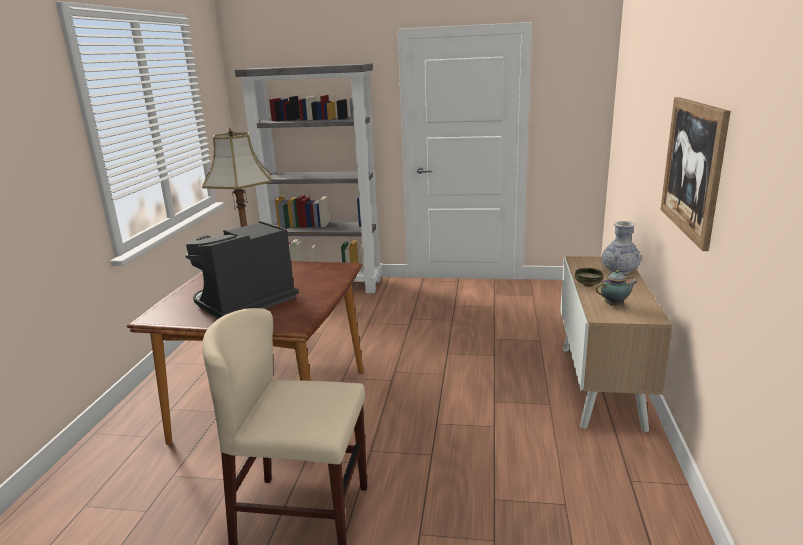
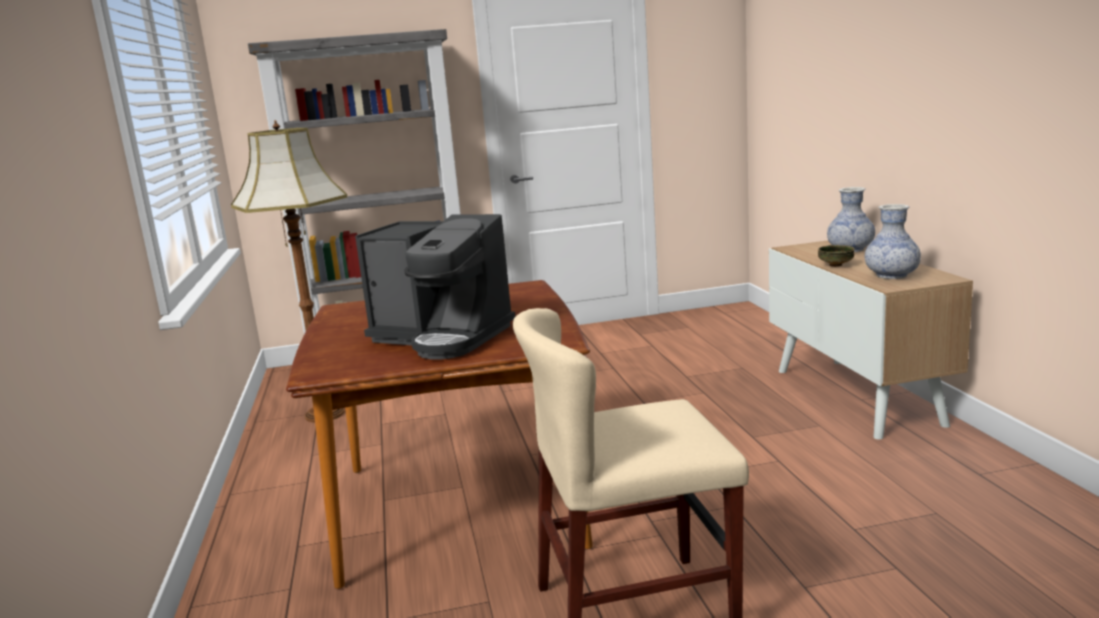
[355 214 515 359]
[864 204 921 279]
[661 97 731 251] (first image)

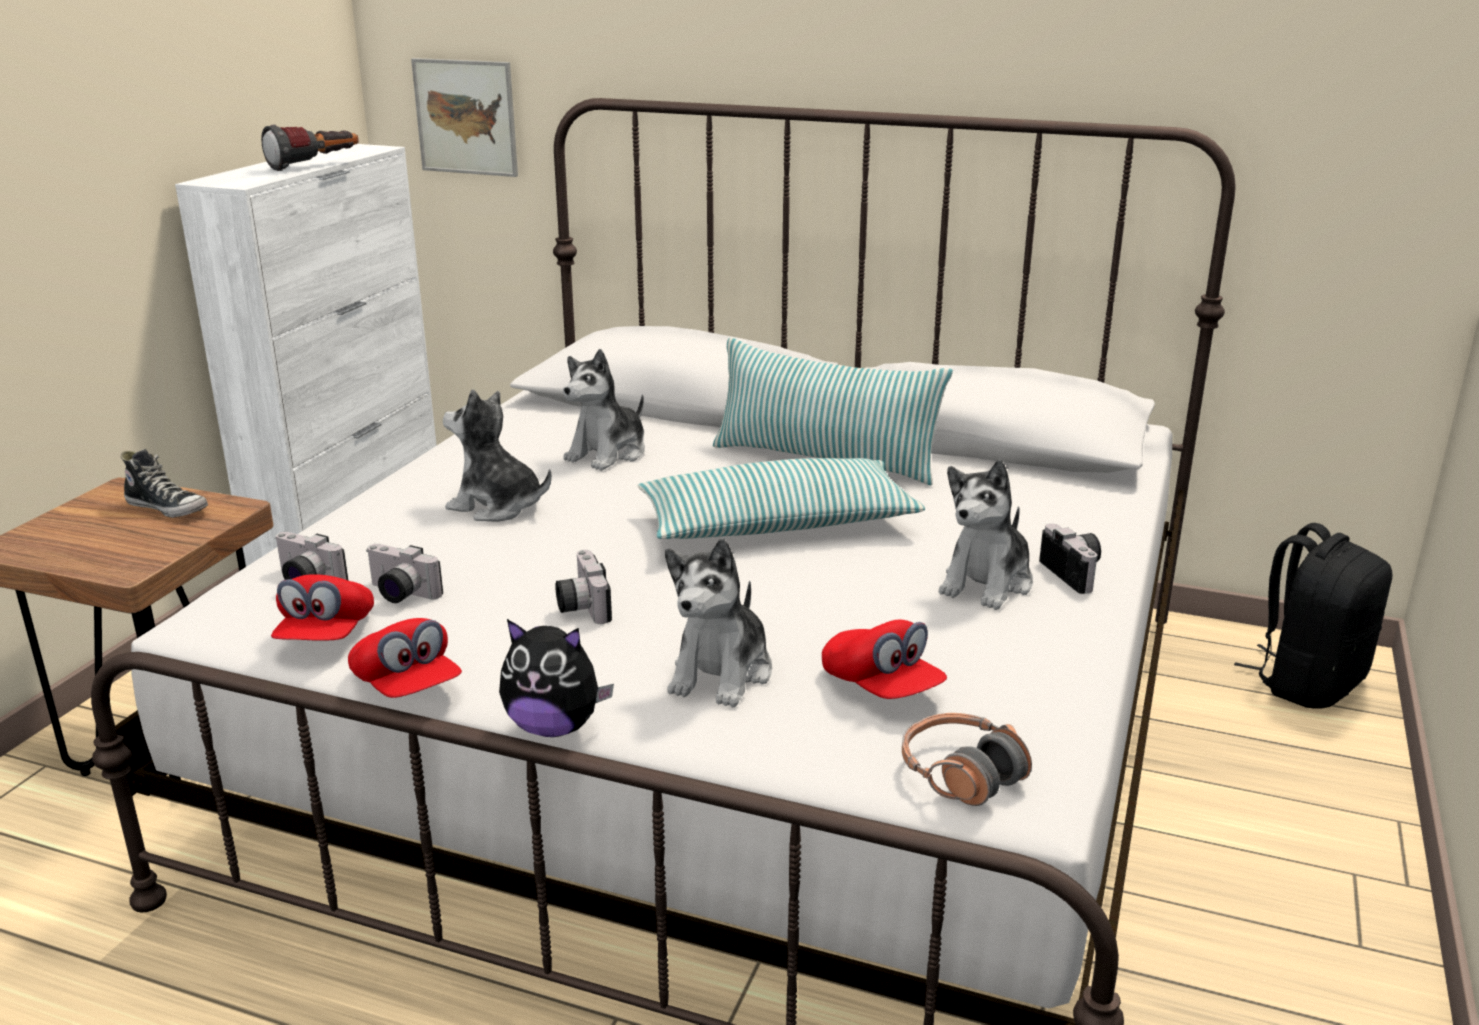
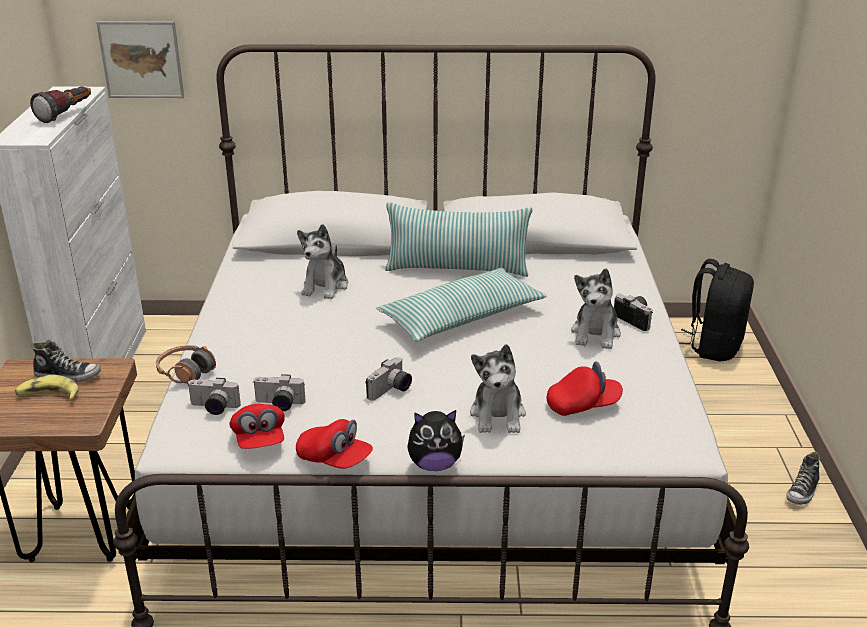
[443 389 552 521] (first image)
[365 357 412 401]
[547 361 623 416]
[156 345 216 384]
[15 375 79 400]
[786 452 820 505]

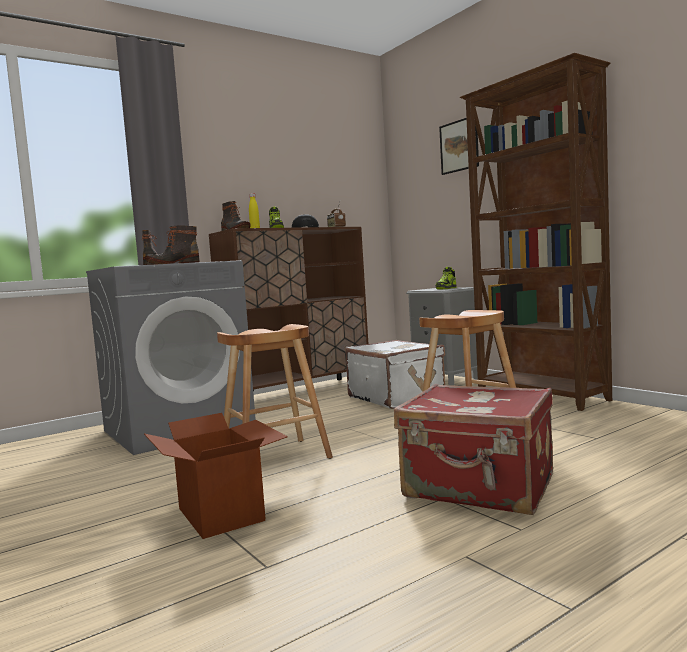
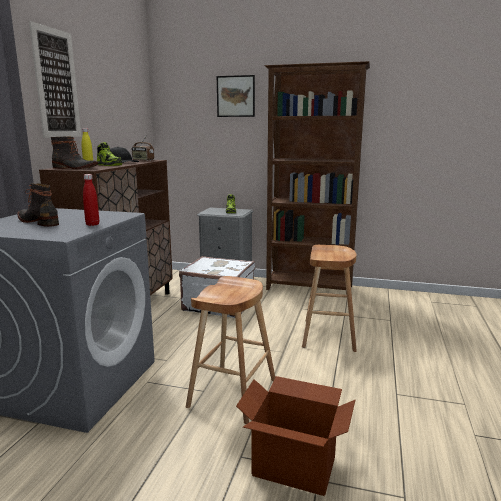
[83 174 99 226]
[394 384 553 515] (first image)
[29 21 81 138]

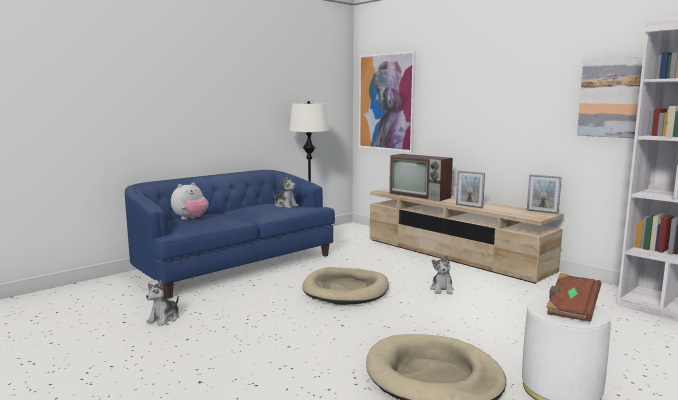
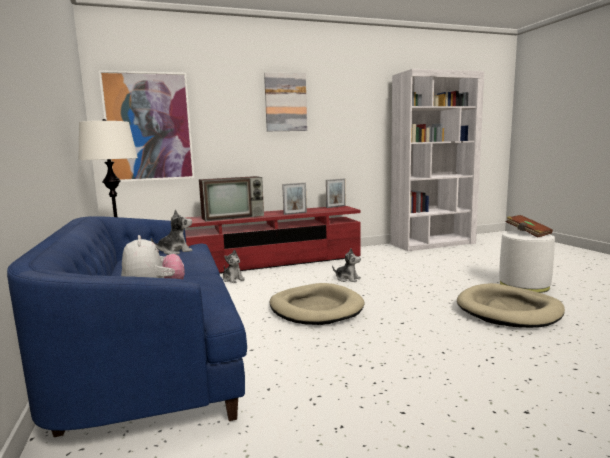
[223 249 245 283]
[185 206 361 274]
[264 72 307 131]

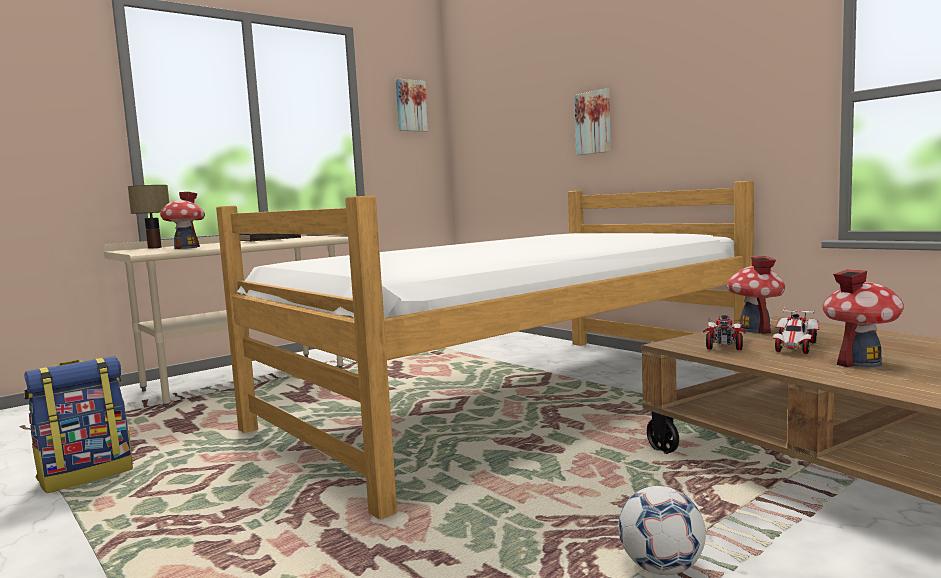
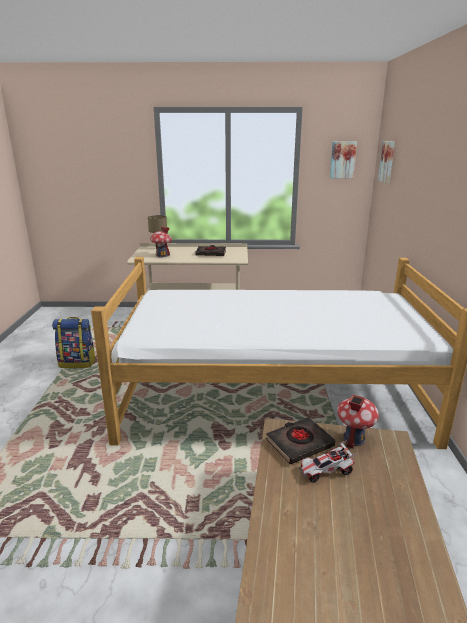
[378 141 395 183]
[618 486 706 575] (first image)
[266 417 335 464]
[823 269 904 367] (first image)

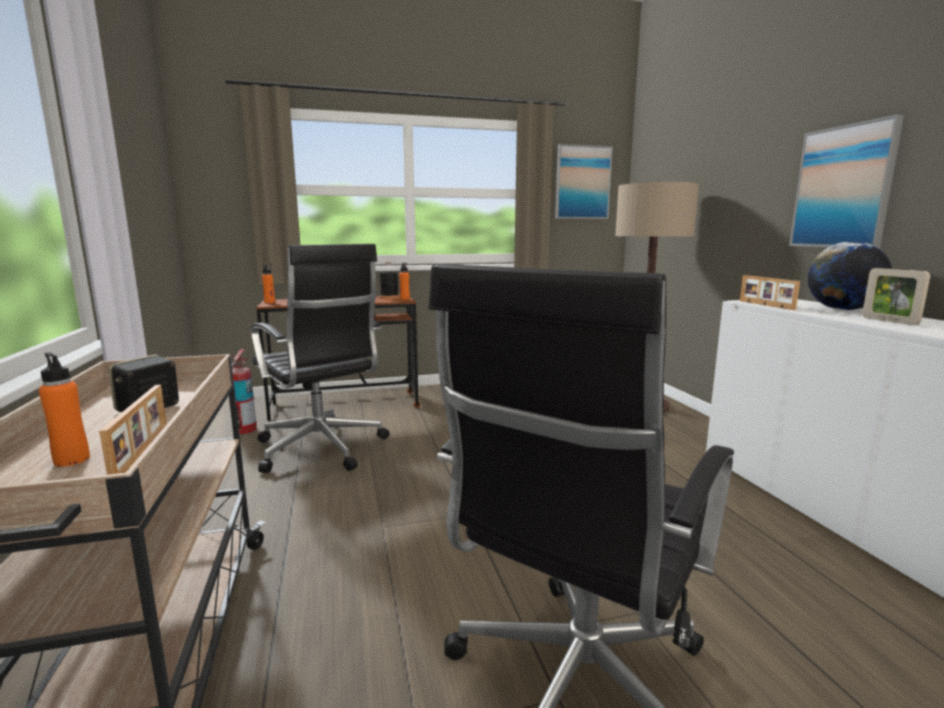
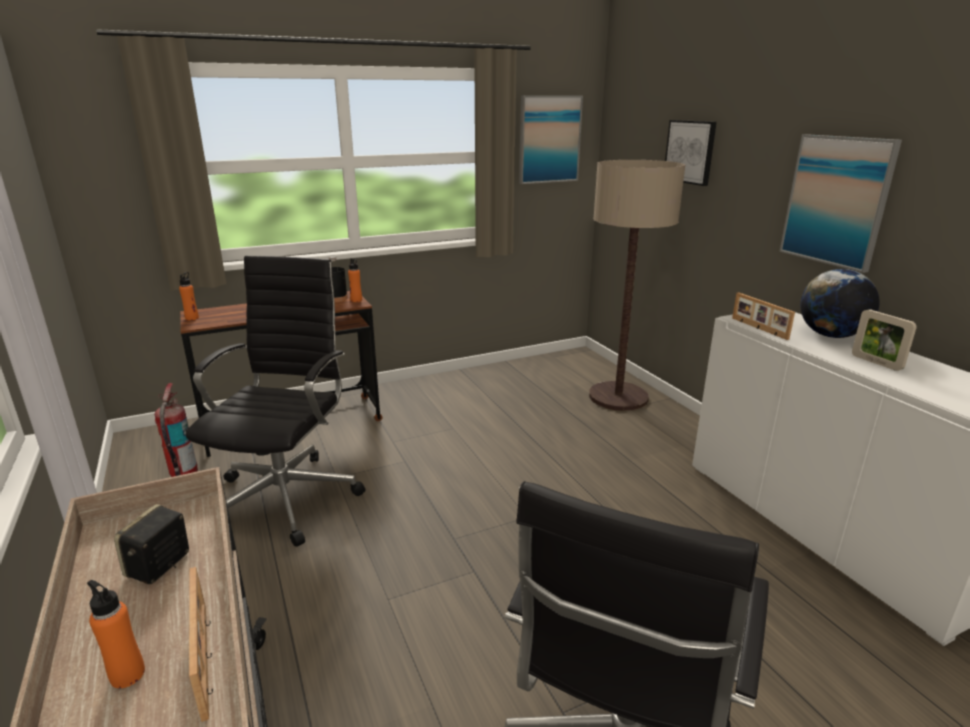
[186 256 365 546]
[665 120 717 186]

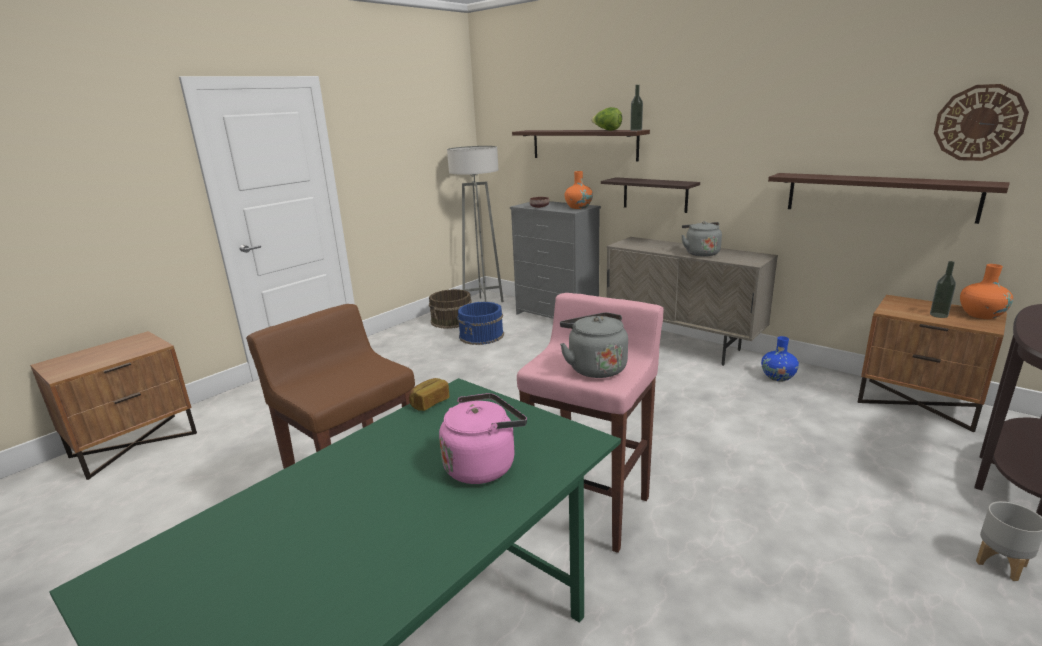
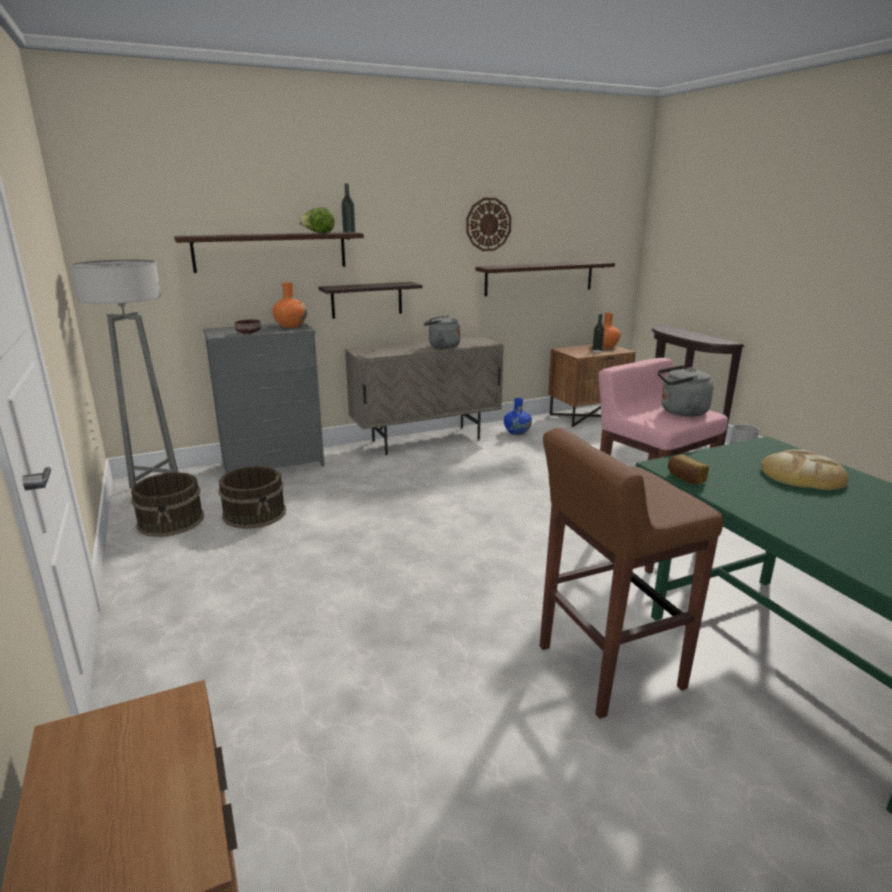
[761 449 848 490]
[218 466 286 529]
[466 198 511 251]

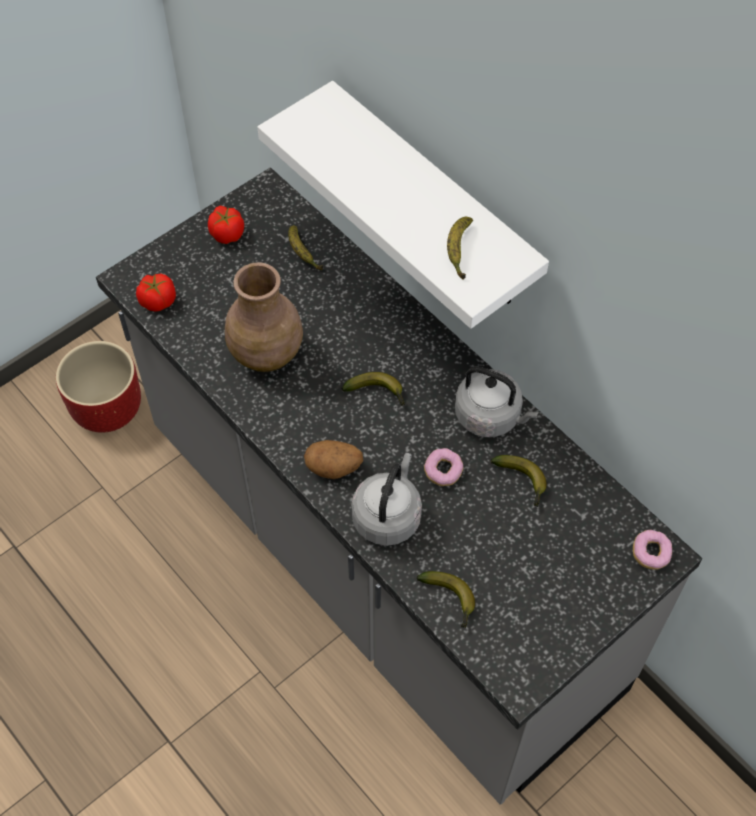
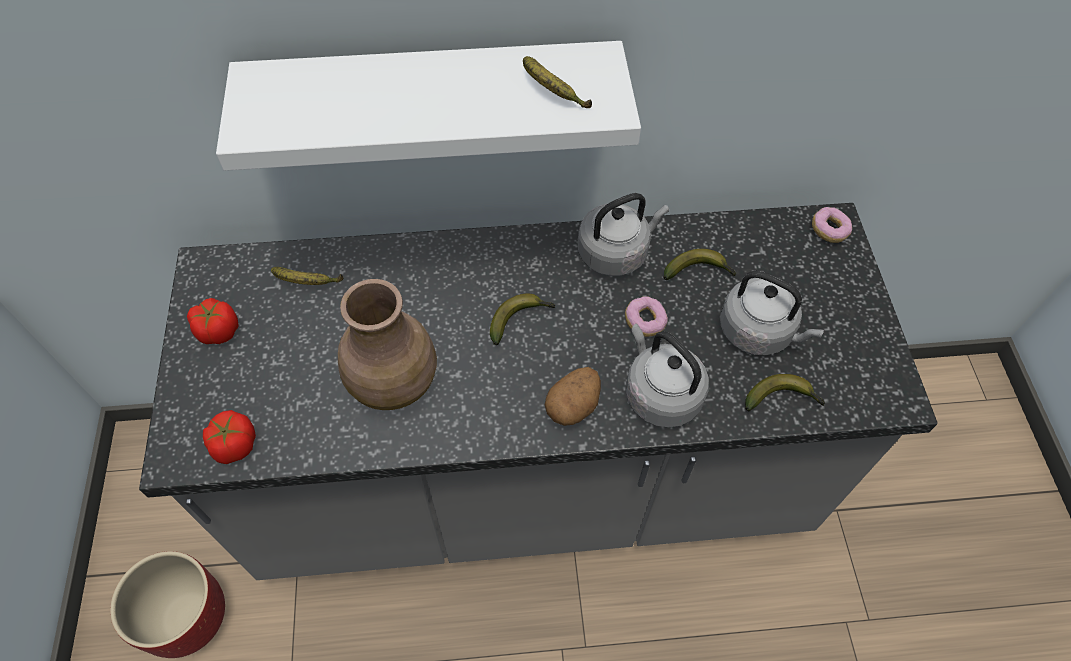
[720 271 824 355]

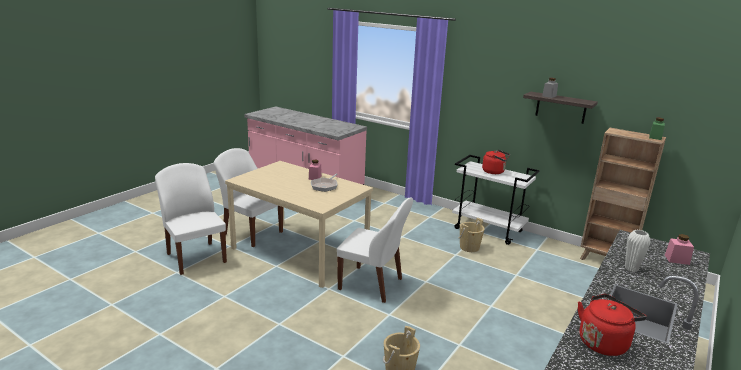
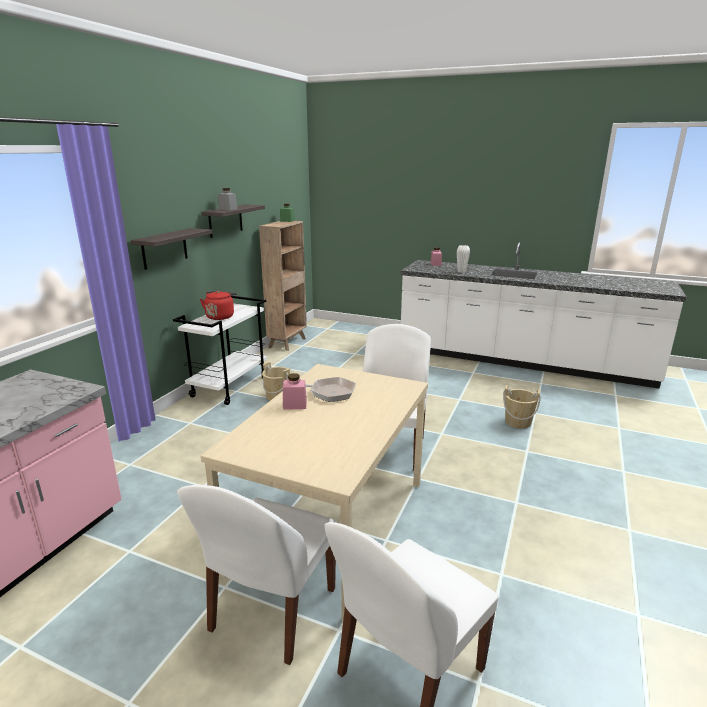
[578 294 647 356] (first image)
[131 228 212 270]

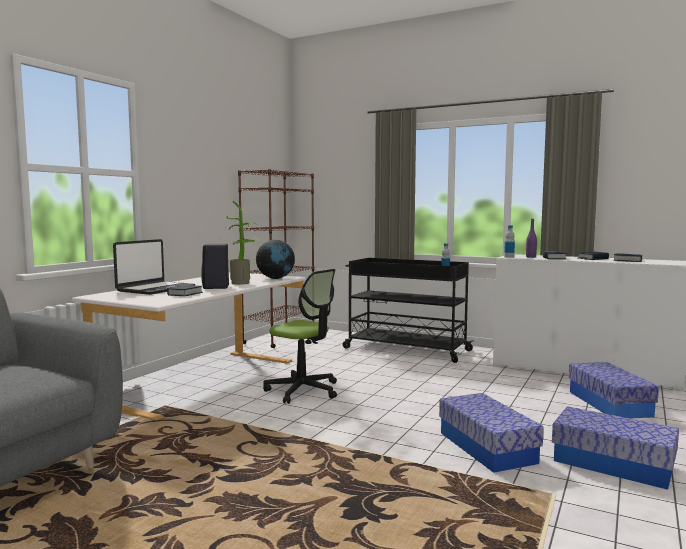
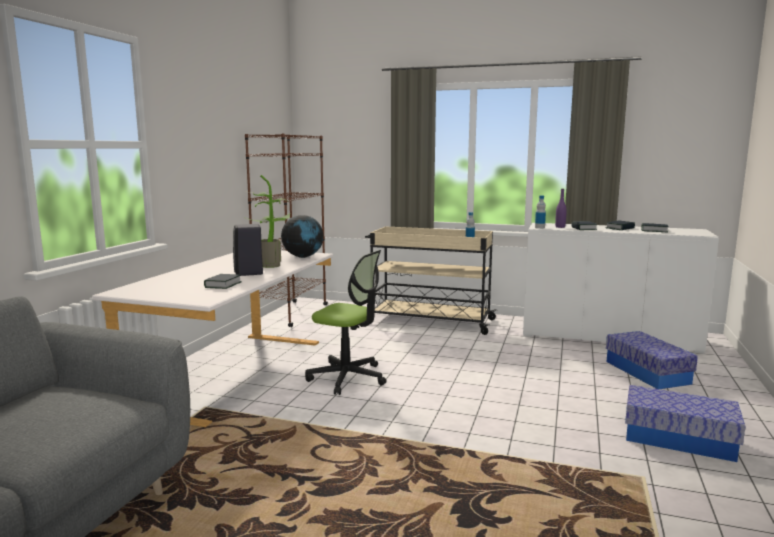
[113 239 195 295] (first image)
[365 226 497 335]
[439 393 544 473] (first image)

